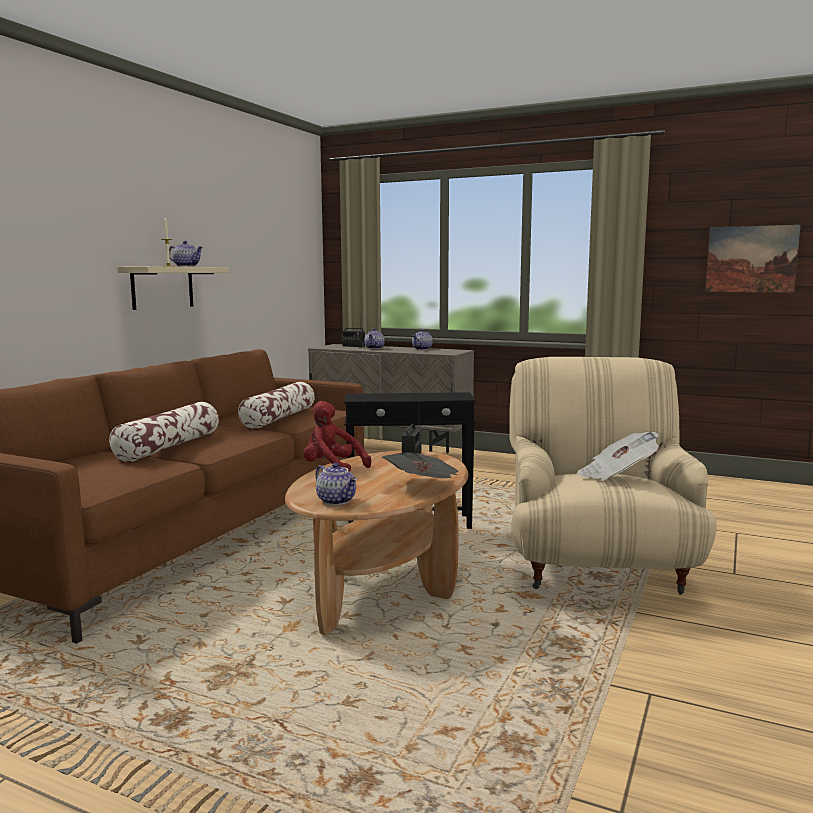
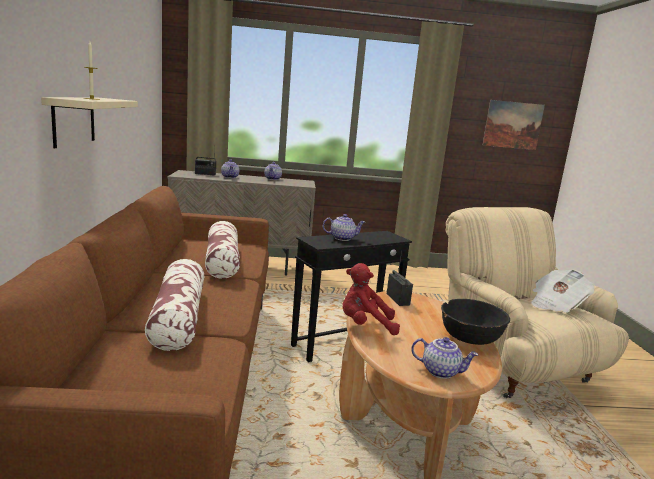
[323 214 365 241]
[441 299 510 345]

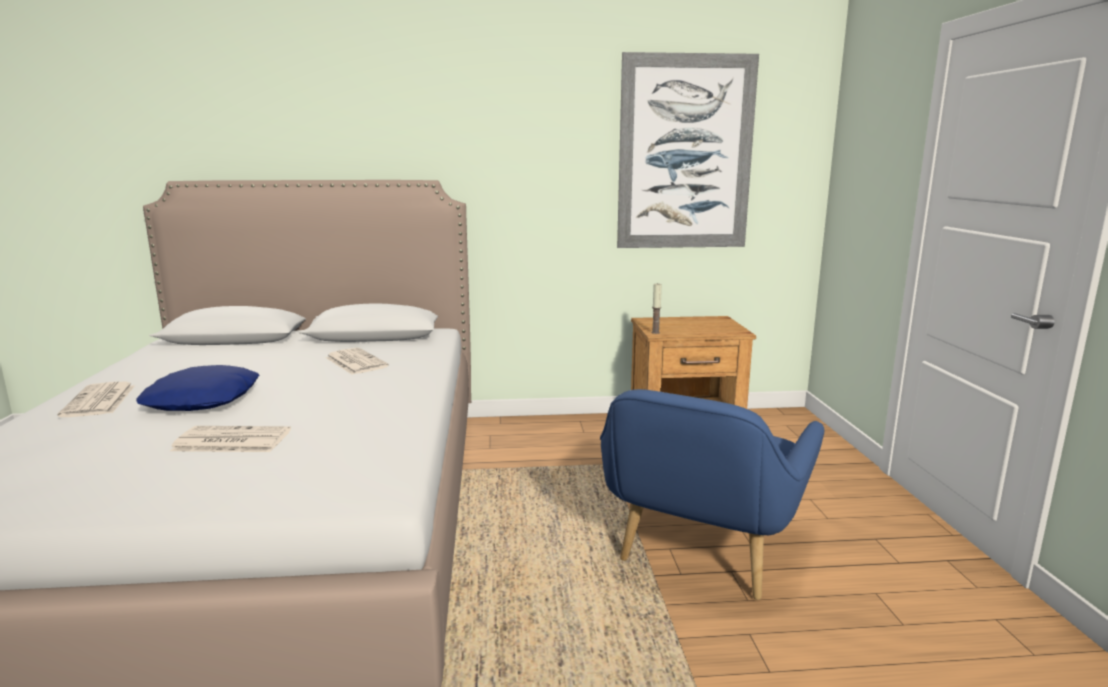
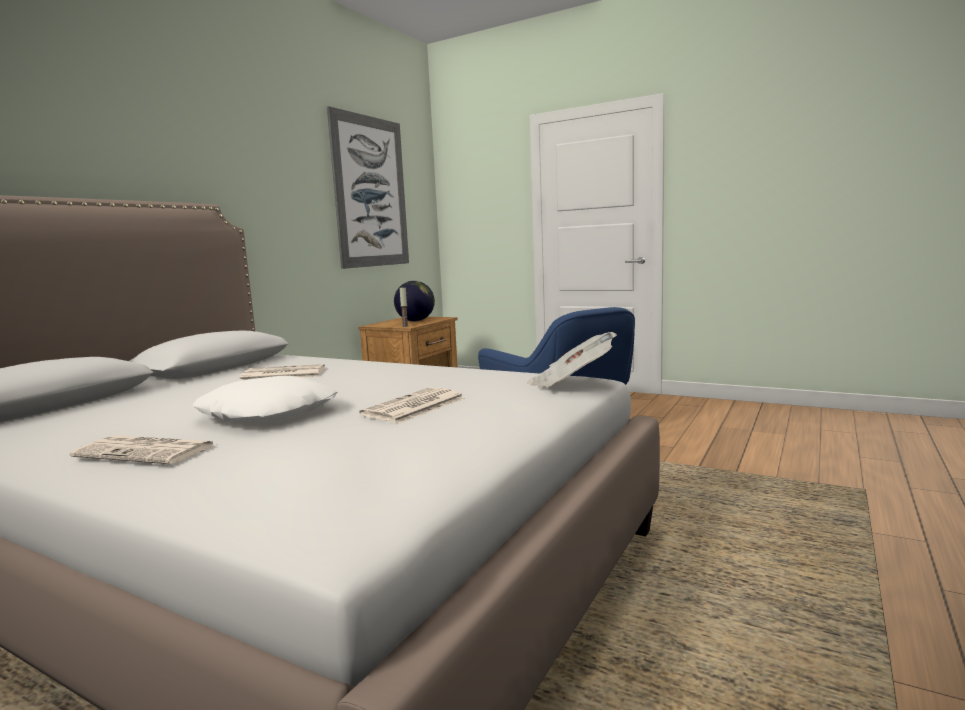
[193 376 338 423]
[394 281 435 321]
[527 332 617 388]

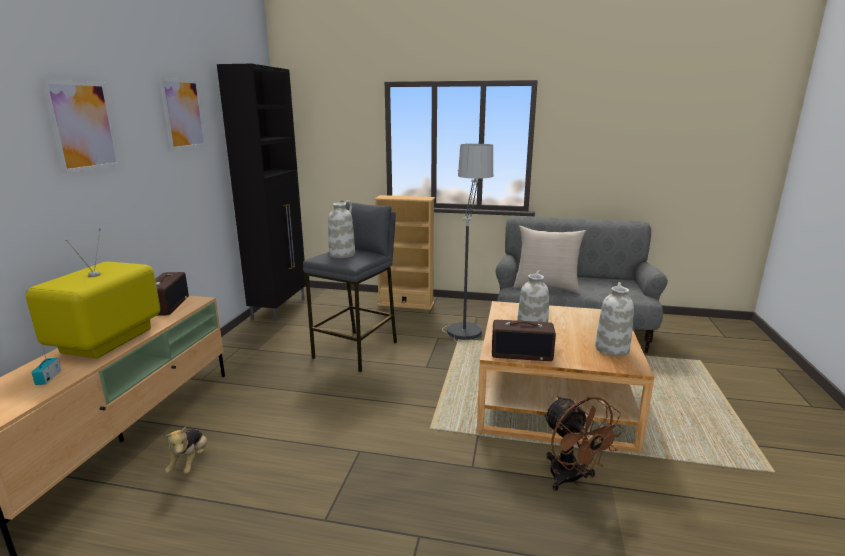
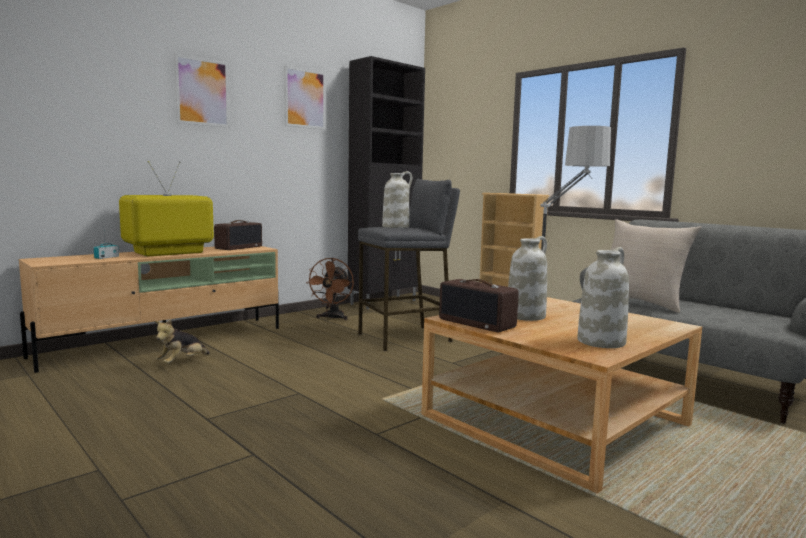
[306 258 354 320]

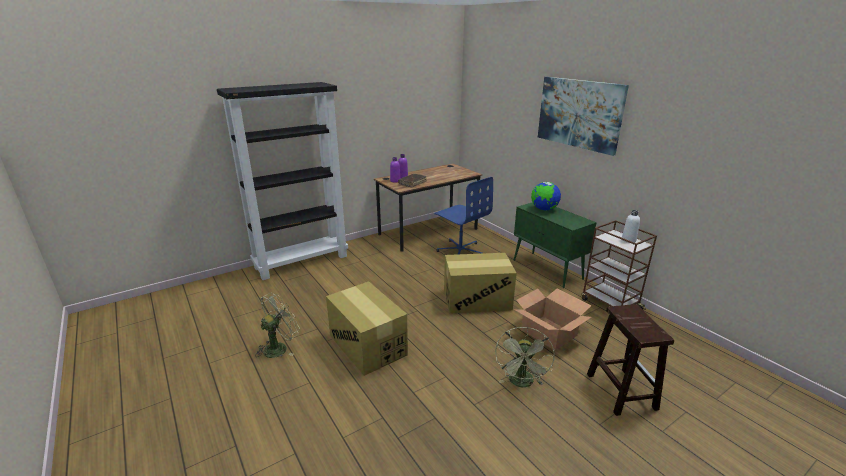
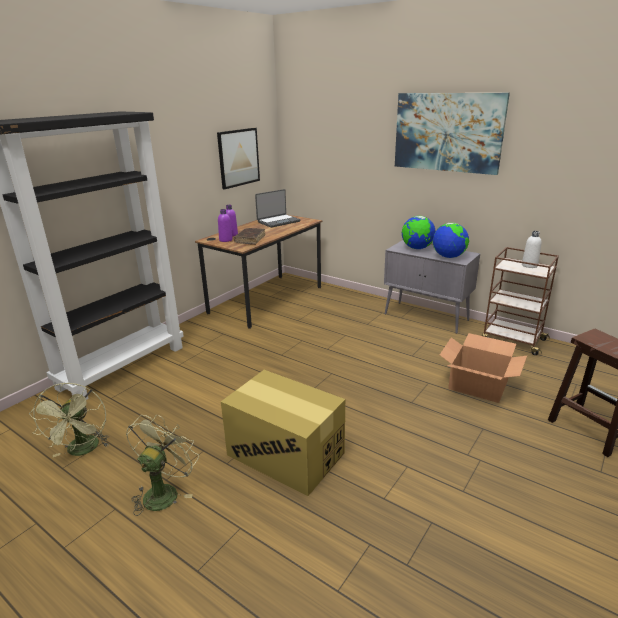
[434 177 493 254] (first image)
[444 253 517 313] (first image)
[29 383 109 457]
[384 240 480 334]
[217 128 260 190]
[255 189 301 228]
[433 223 469 258]

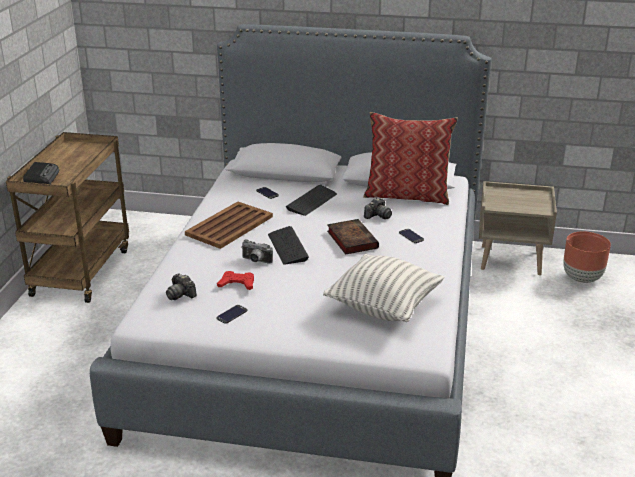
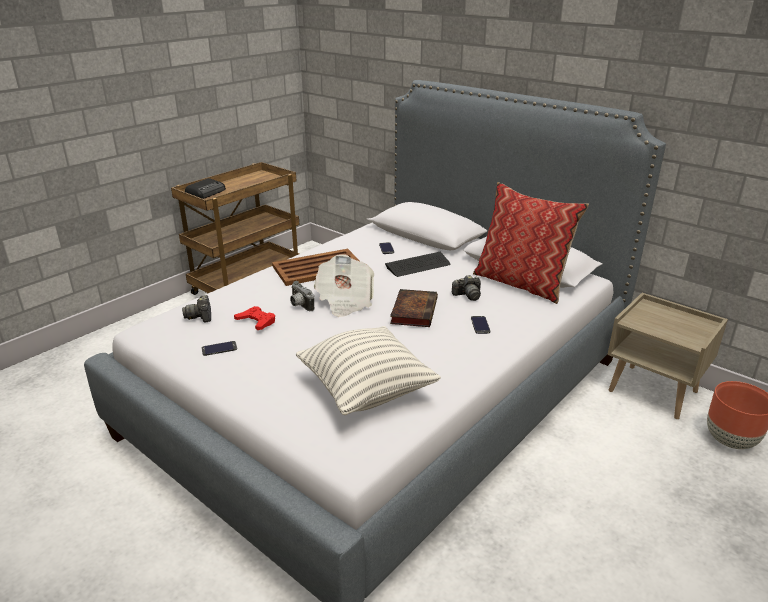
[314 254 374 317]

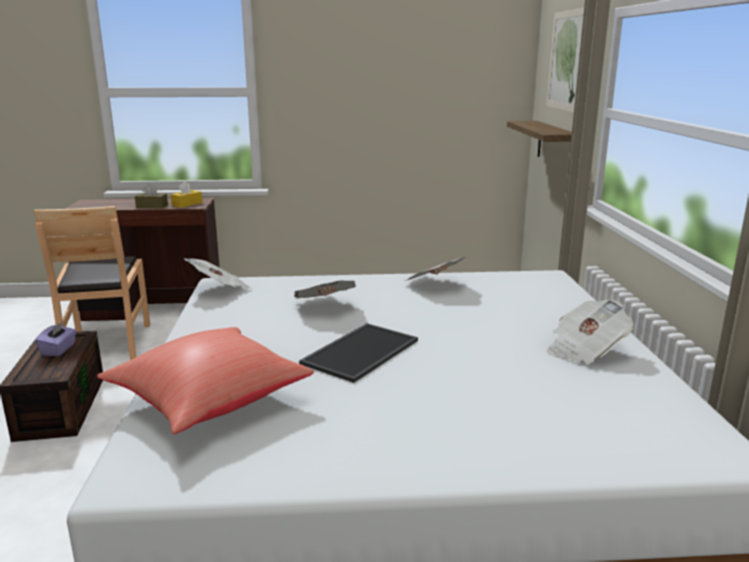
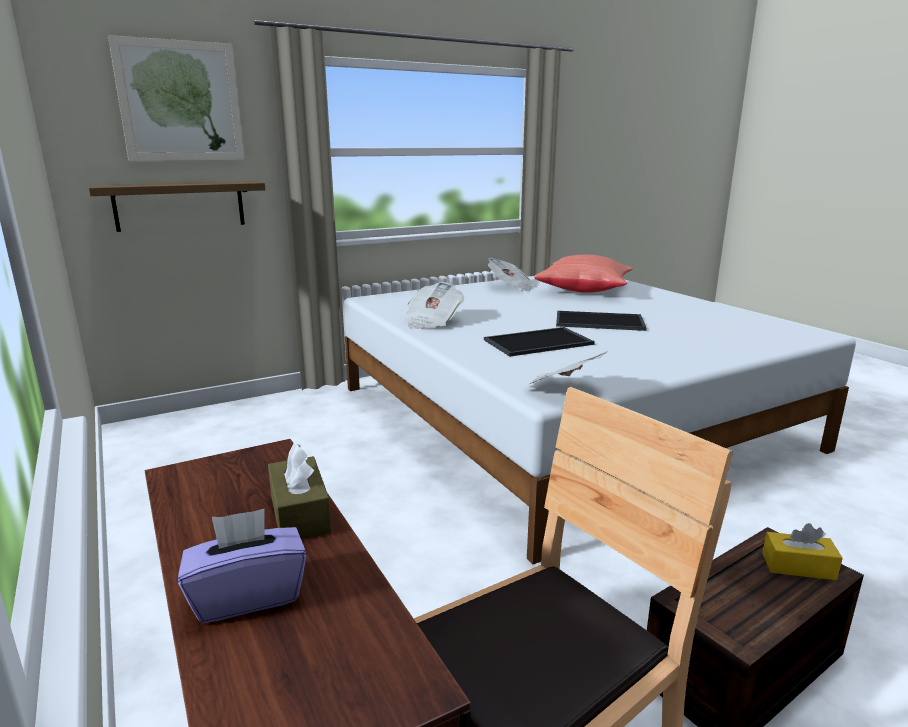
[178 509 307 623]
[534 255 633 293]
[762 523 843 580]
[484 327 595 357]

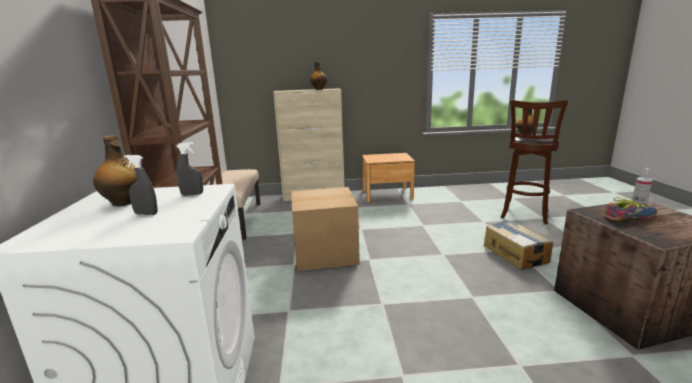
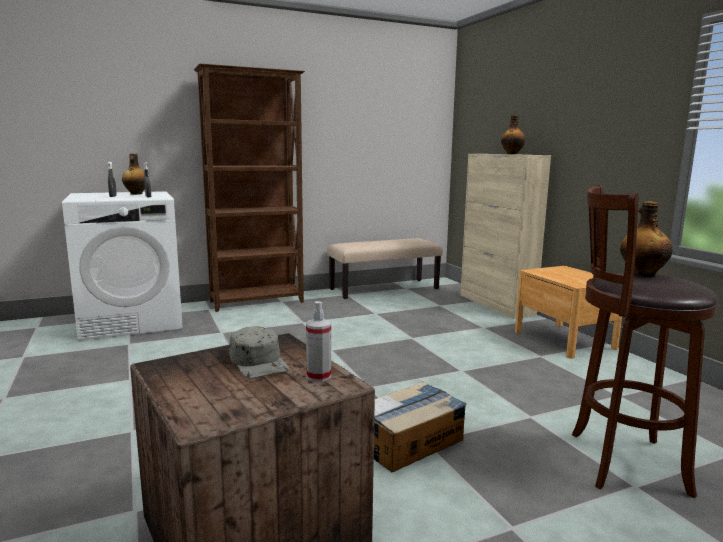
[291 187 360 271] (first image)
[229 326 289 378]

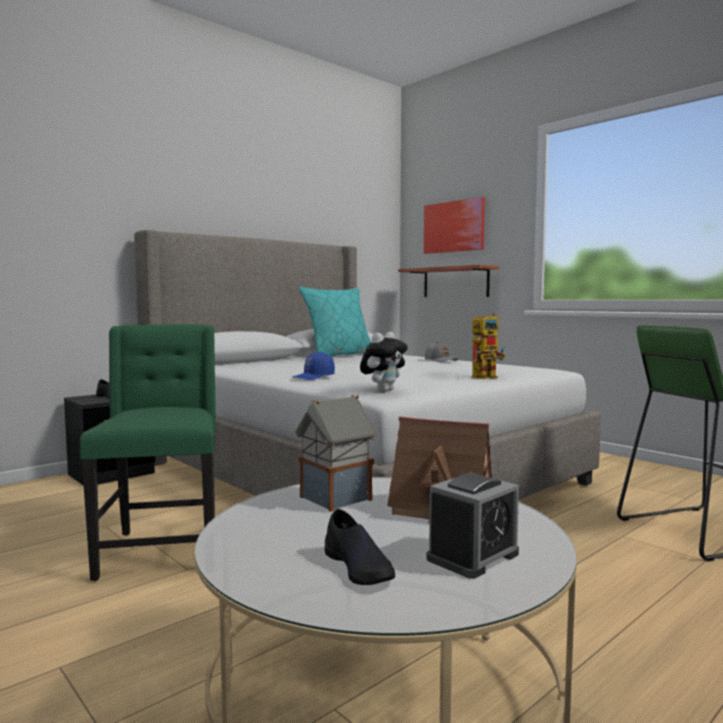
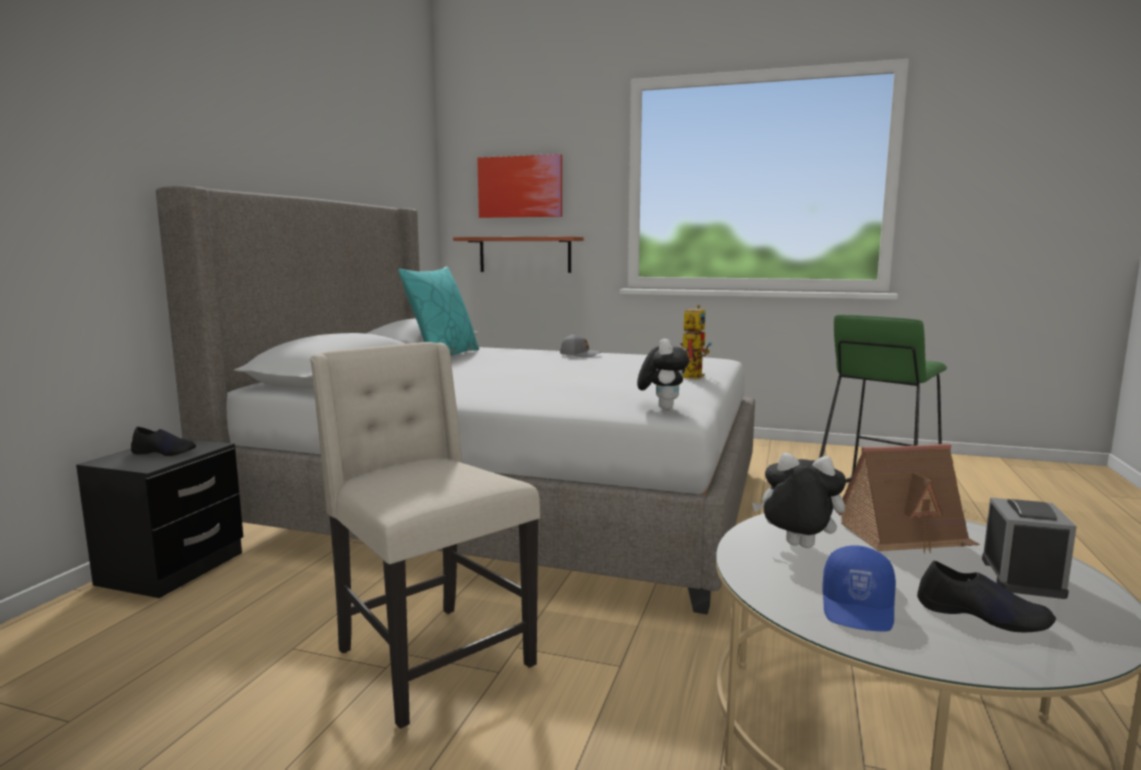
[310 342 540 729]
[822 545 896 632]
[752 453 846 548]

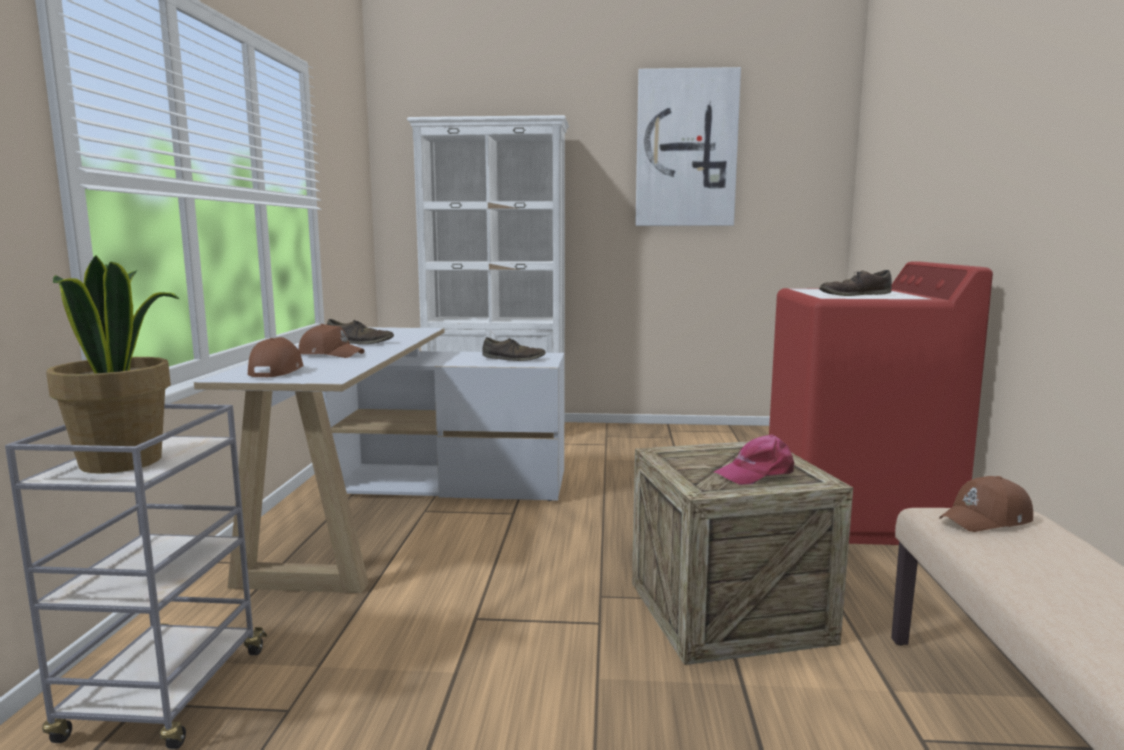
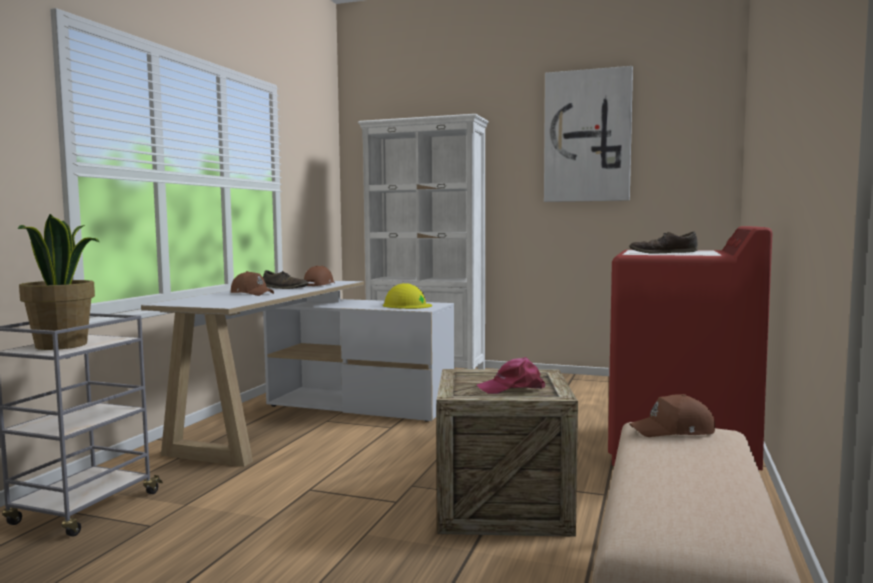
[304 265 335 286]
[383 283 432 309]

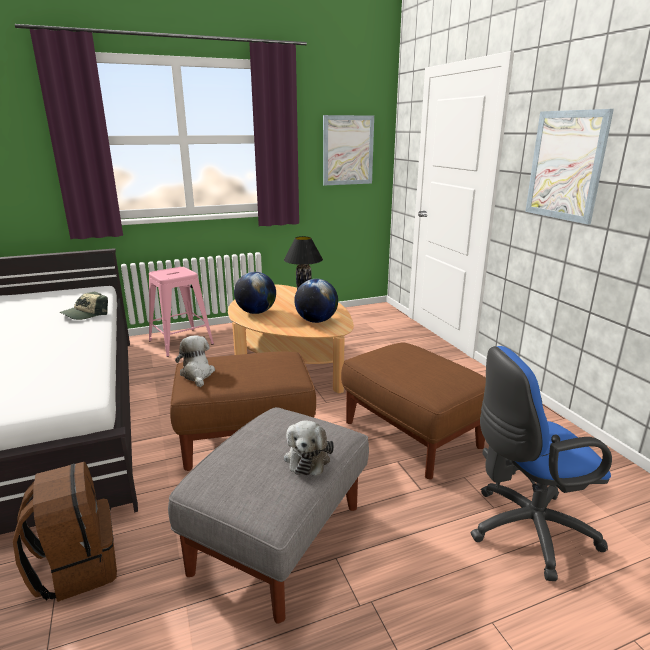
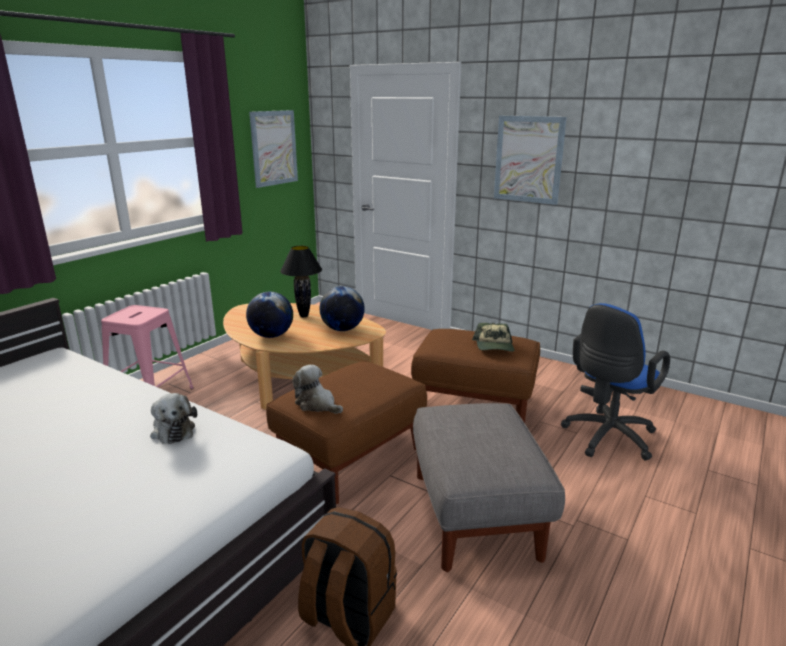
[472 323 514 352]
[150 393 197 444]

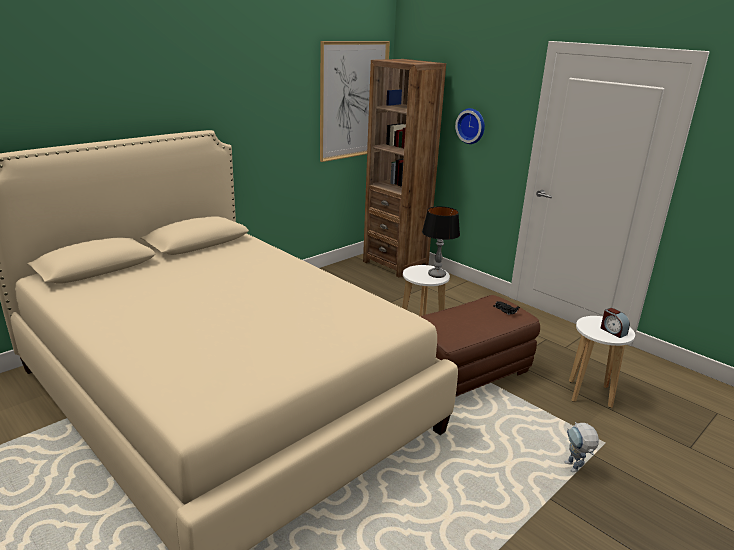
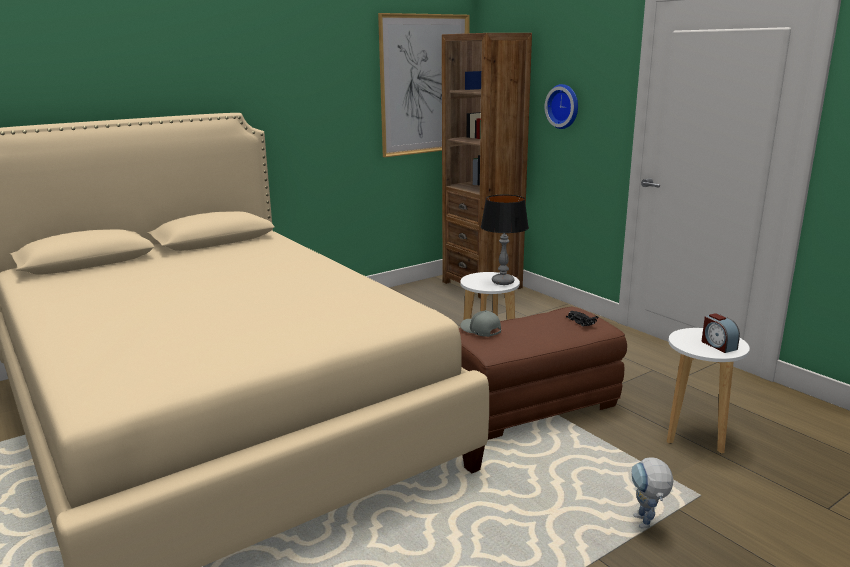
[460 310 501 337]

